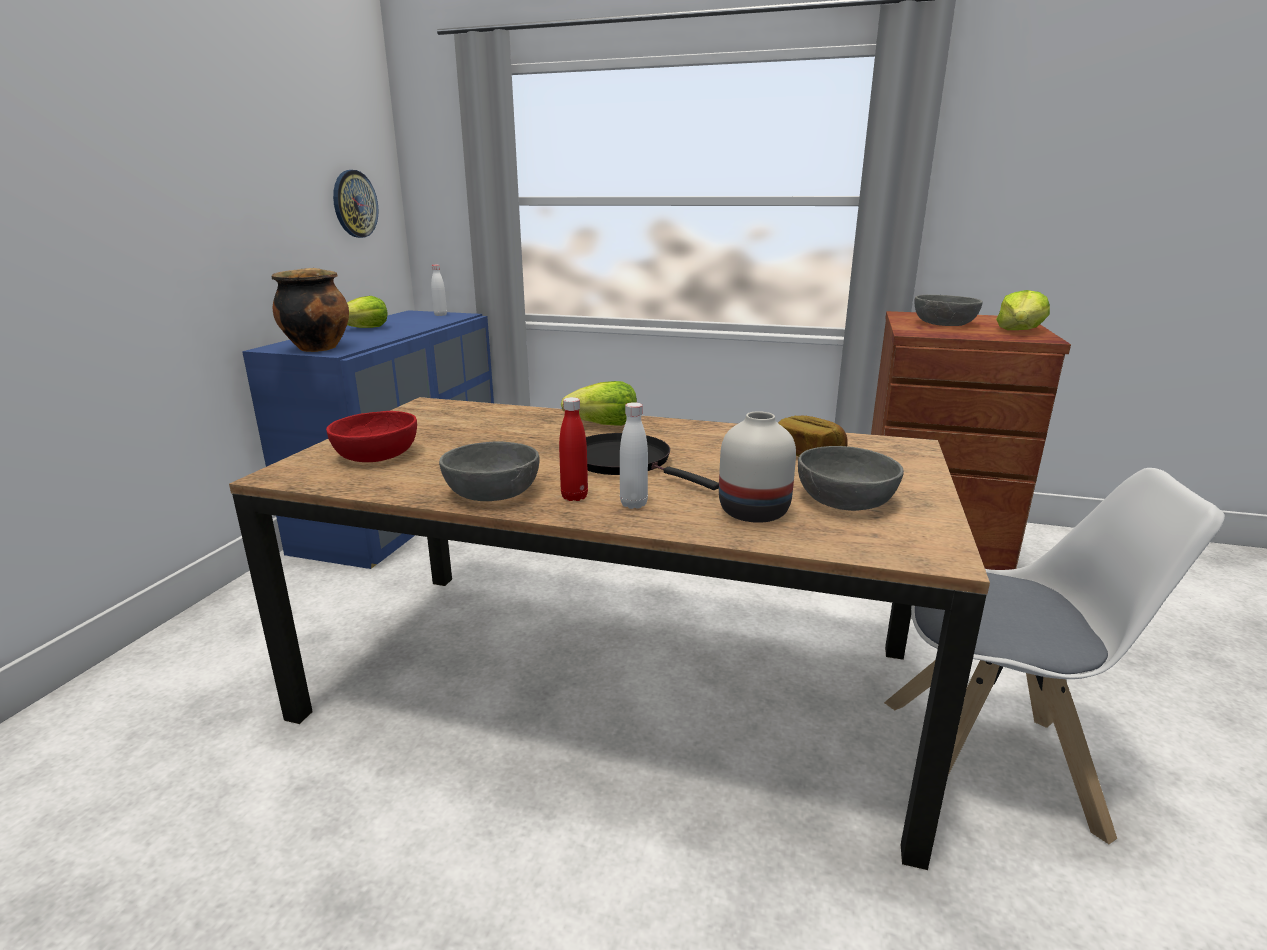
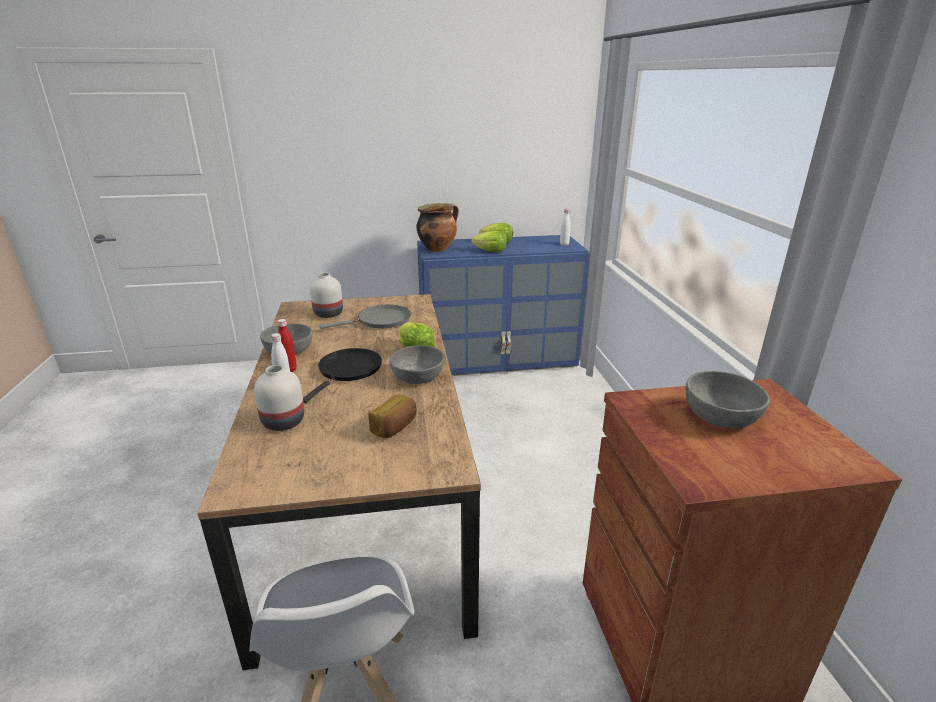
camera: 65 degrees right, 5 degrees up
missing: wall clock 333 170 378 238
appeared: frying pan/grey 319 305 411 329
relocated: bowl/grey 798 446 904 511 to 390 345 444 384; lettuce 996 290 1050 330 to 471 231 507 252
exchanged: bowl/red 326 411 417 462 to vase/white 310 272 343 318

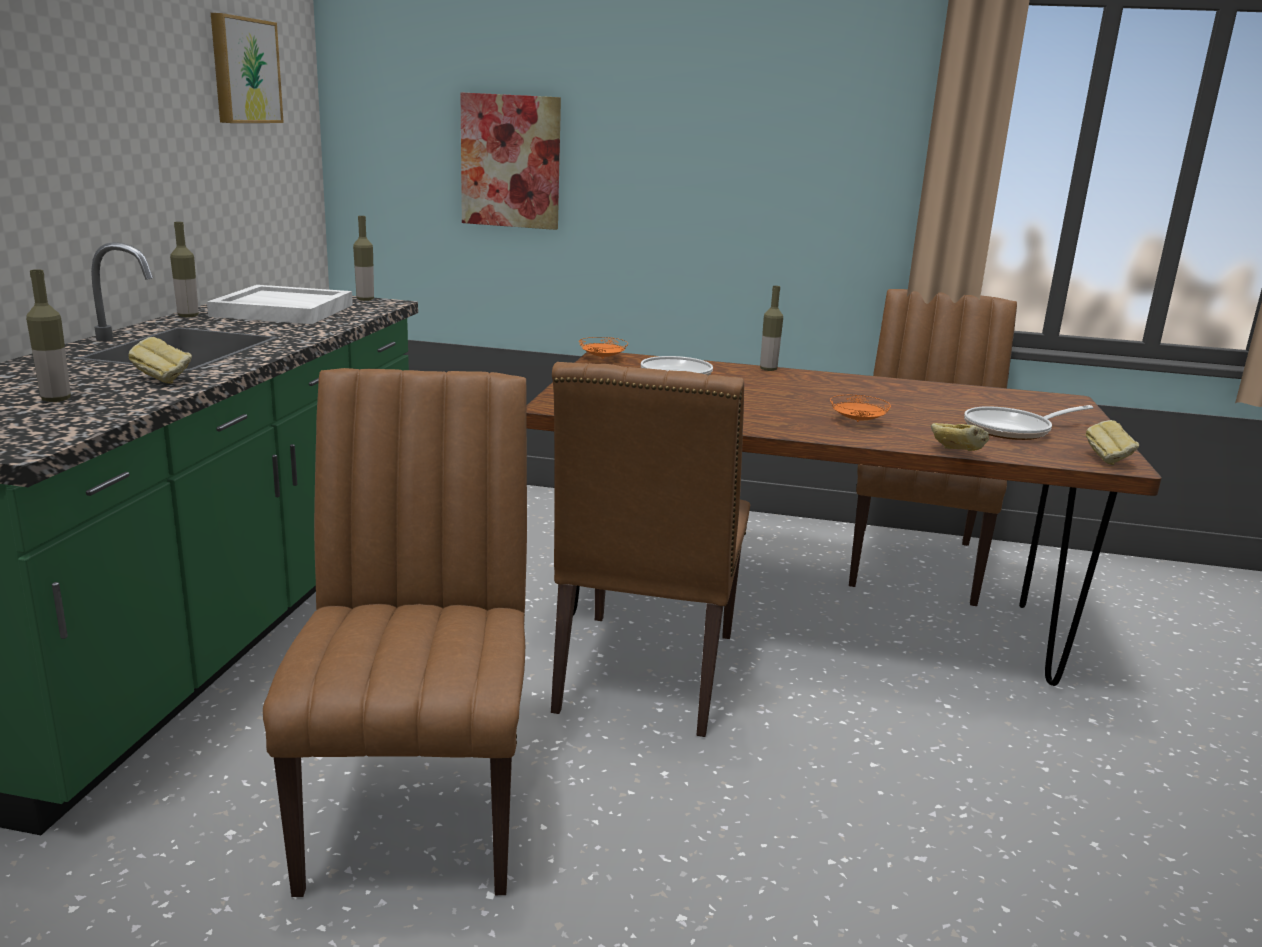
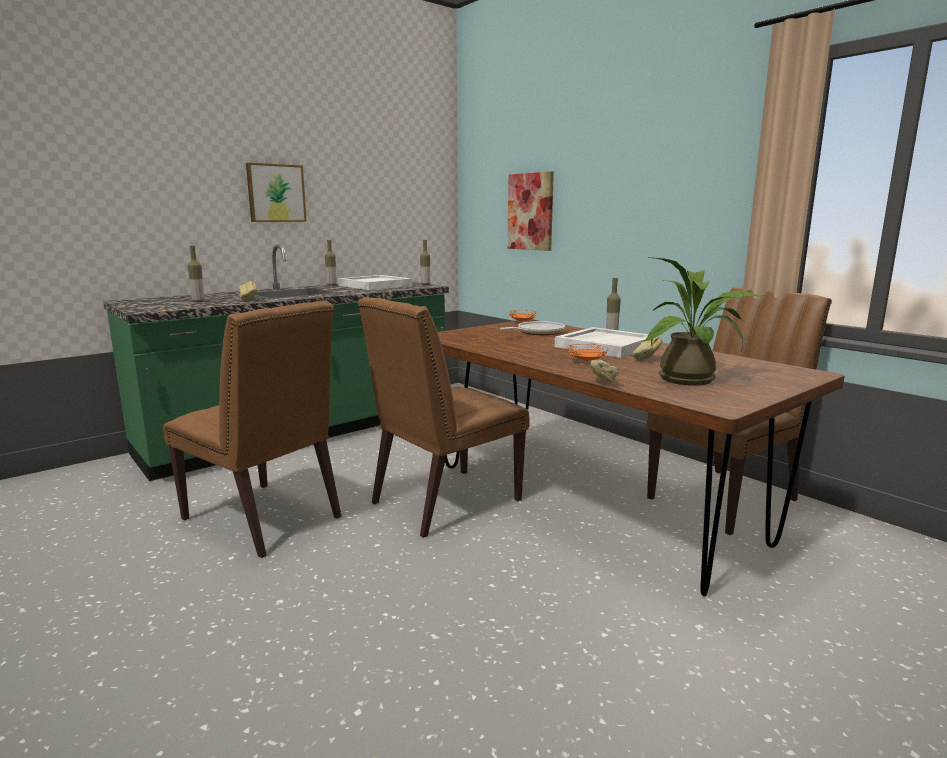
camera: 40 degrees right, 5 degrees down
appeared: tray/white 555 327 648 358
relocated: picture 211 13 284 123 to 246 163 307 222; bread 1086 420 1139 465 to 632 336 662 361
exchanged: frying pan 964 405 1093 440 to potted plant 642 257 769 386
spun: chair/brown 263 368 527 897 = 163 301 342 558 90 degrees clockwise

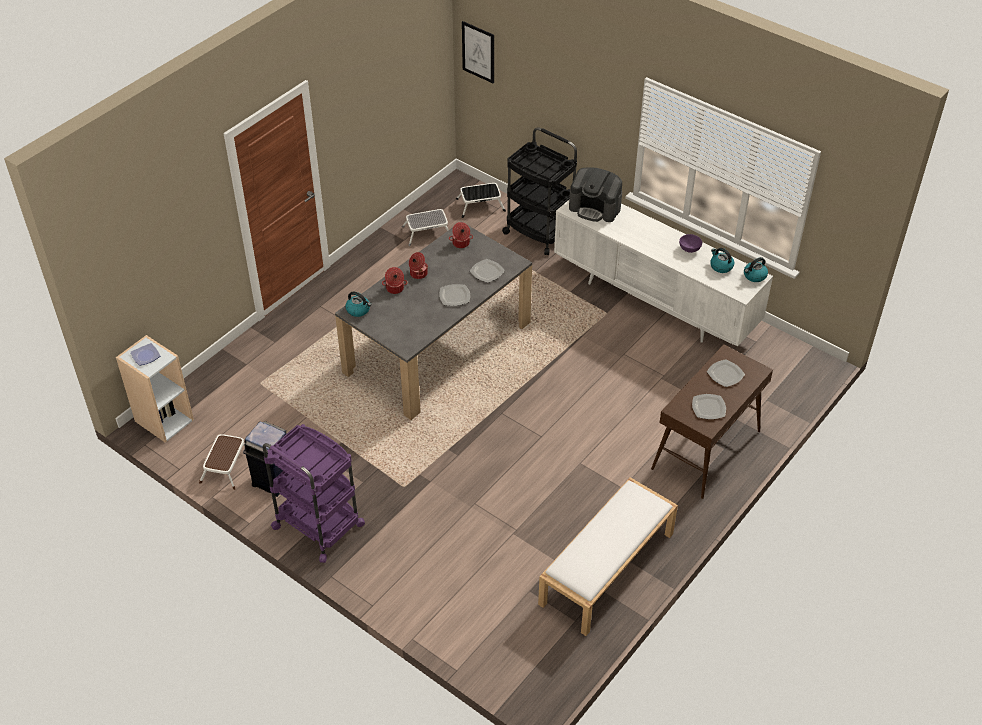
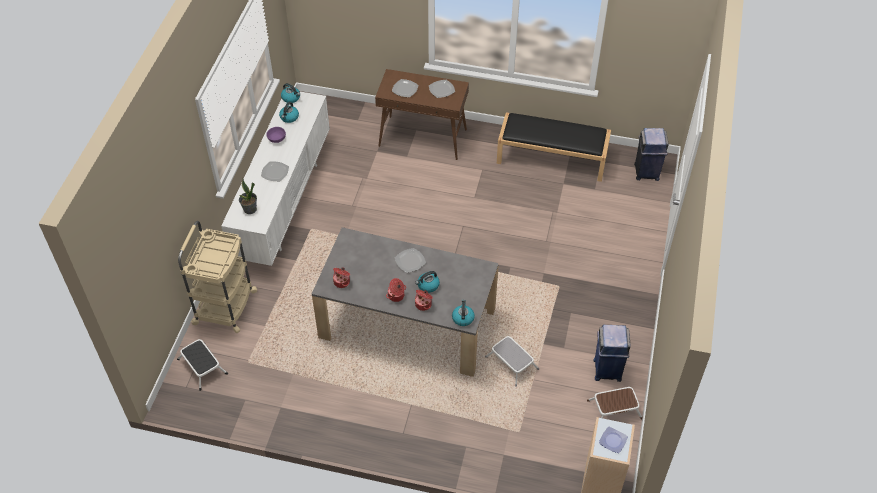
camera: 115 degrees left, 5 degrees up
missing: cart/purple 263 424 365 563; picture 462 21 494 83
appeared: kettle 415 271 440 293; trash can/blue 634 128 669 181
relocated: plate 470 259 505 283 to 261 161 289 181; step ladder/grey 402 209 449 246 to 485 336 539 387
exchanged: coffee machine 569 167 622 222 to potted plant 239 178 257 214
colour: cart/black 502 127 577 255 to cart/beige 178 221 257 333; bench/white 538 477 678 636 to bench/black 497 113 611 182

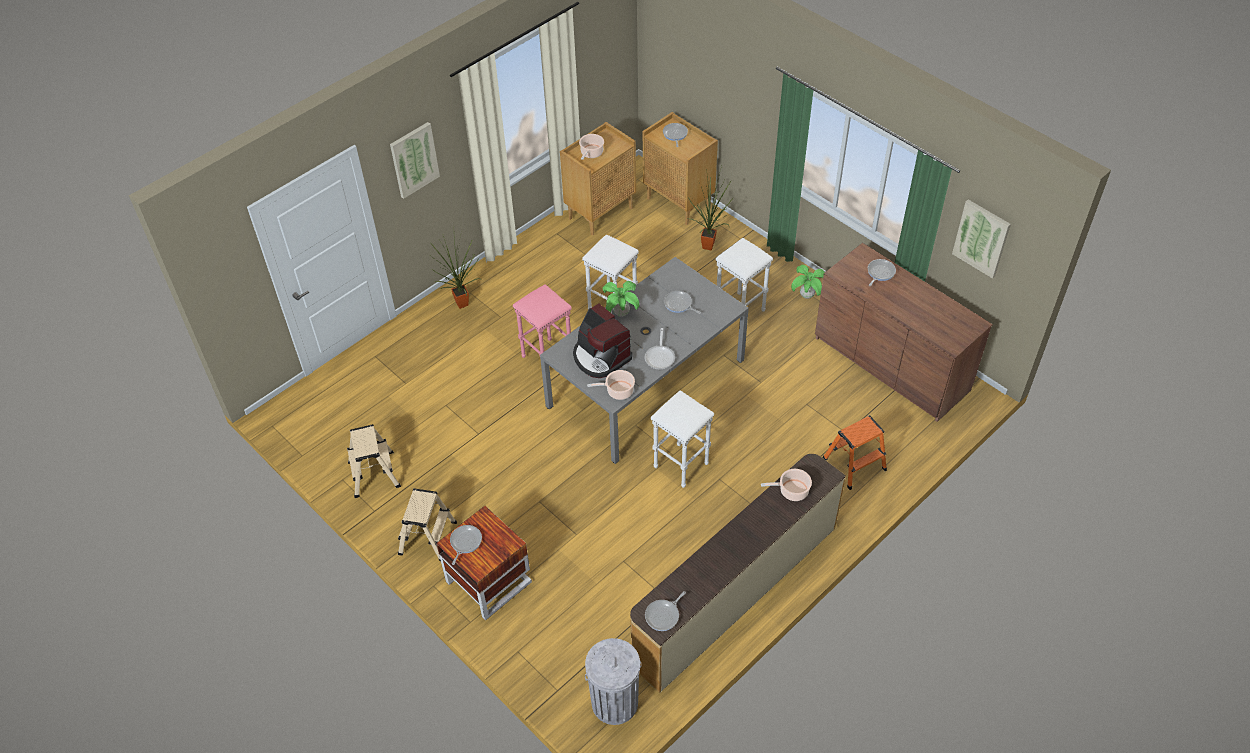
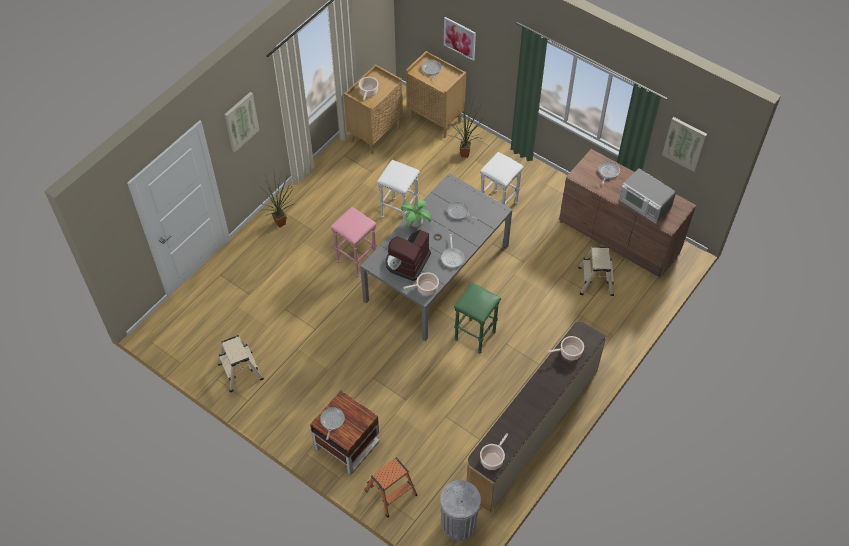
camera: 10 degrees left, 5 degrees up
missing: potted plant 791 265 825 299
appeared: picture 444 17 476 61; microwave 619 168 676 224
relocated: step ladder/orange 822 415 887 490 to 364 457 417 518; step ladder/beige 398 488 457 562 to 578 246 614 296
exchanged: frying pan 645 591 686 631 to cooking pot 480 433 509 470
colour: stool/white 651 391 714 488 to stool/green 454 283 501 354
spun: coffee machine 573 303 632 378 = 385 229 431 281 75 degrees clockwise

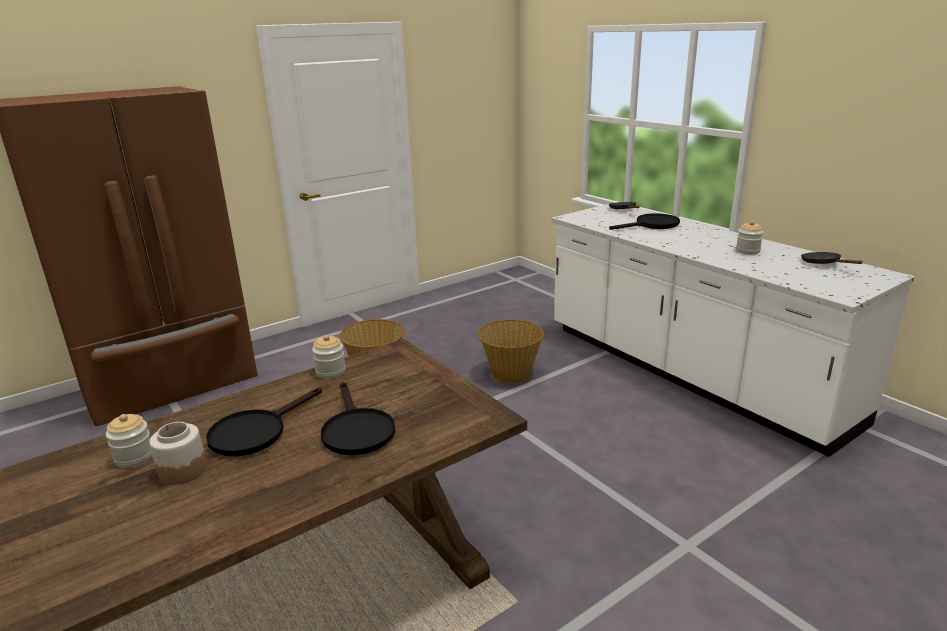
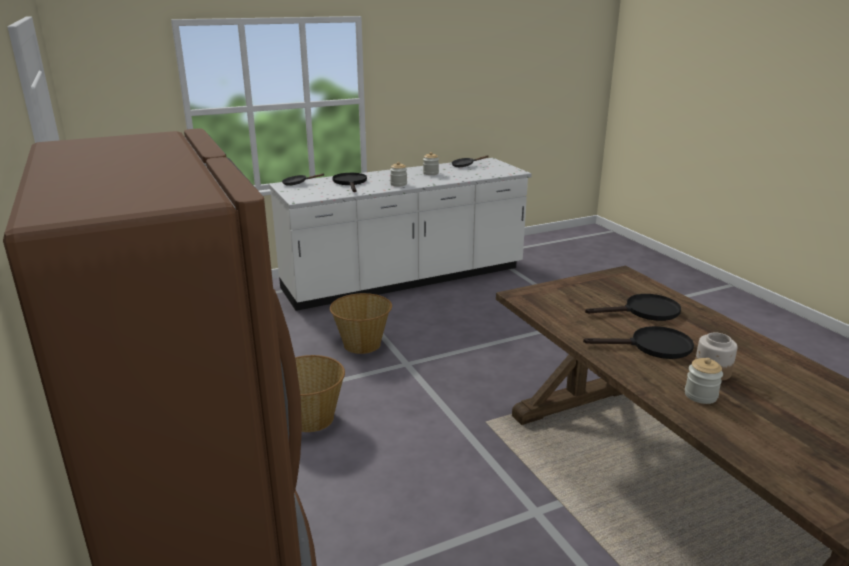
camera: 80 degrees left, 0 degrees up
relocated: jar 312 335 346 379 to 390 162 407 186
spun: frying pan/black 206 387 322 457 = 583 326 694 359 45 degrees counterclockwise

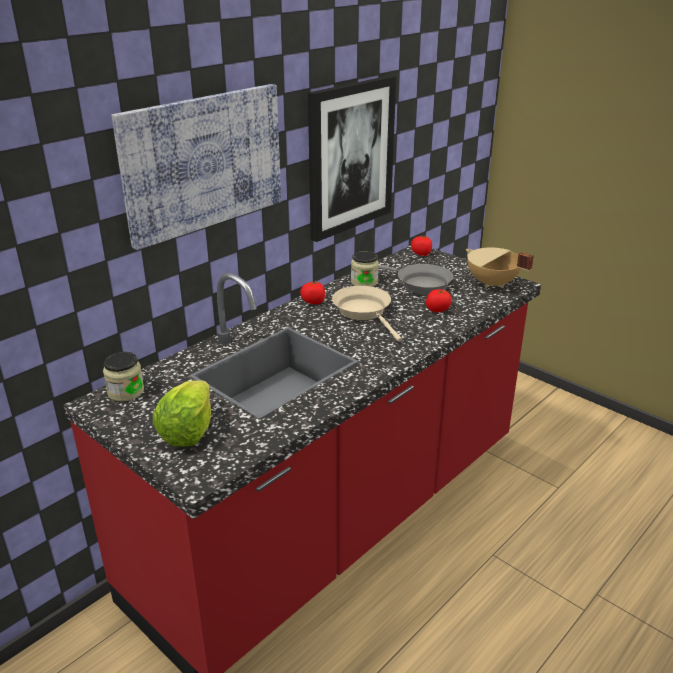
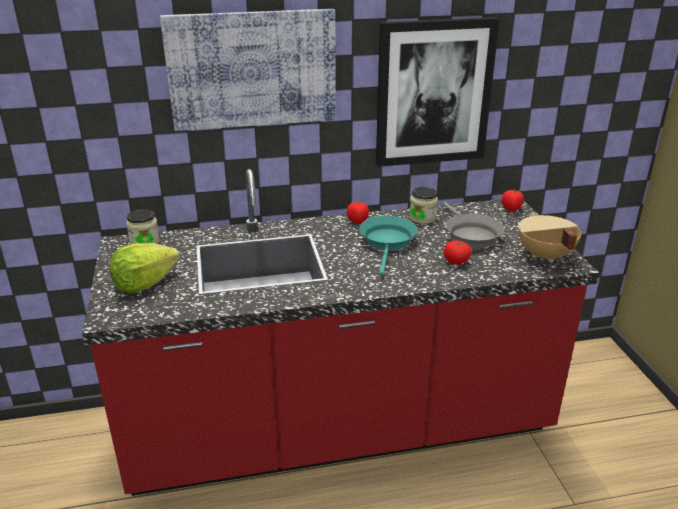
camera: 35 degrees right, 0 degrees up
colour: frying pan/beige 332 286 402 342 to frying pan/turquoise 359 216 418 276

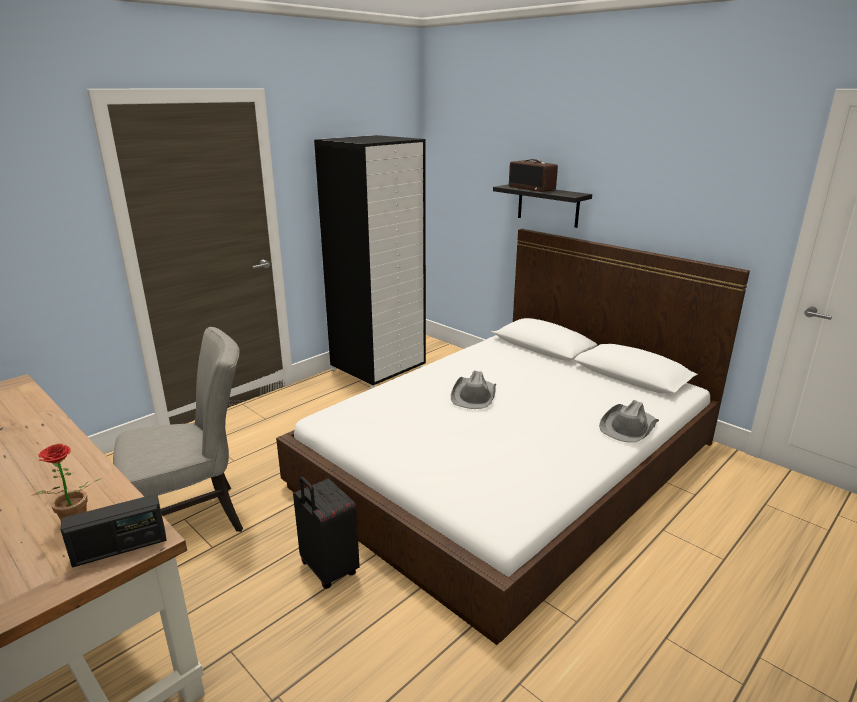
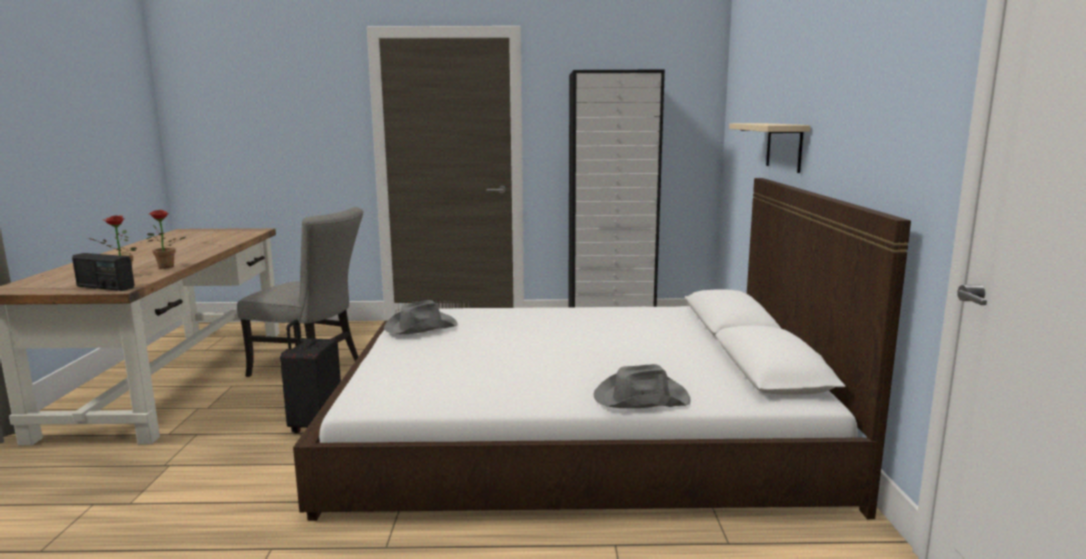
camera: 45 degrees right, 10 degrees down
missing: radio 509 159 558 192
appeared: potted plant 147 210 185 269
relocated: hat/grey 451 370 496 409 to 384 300 458 334
colour: shelf/black 493 184 592 228 to shelf/beige 729 123 811 173

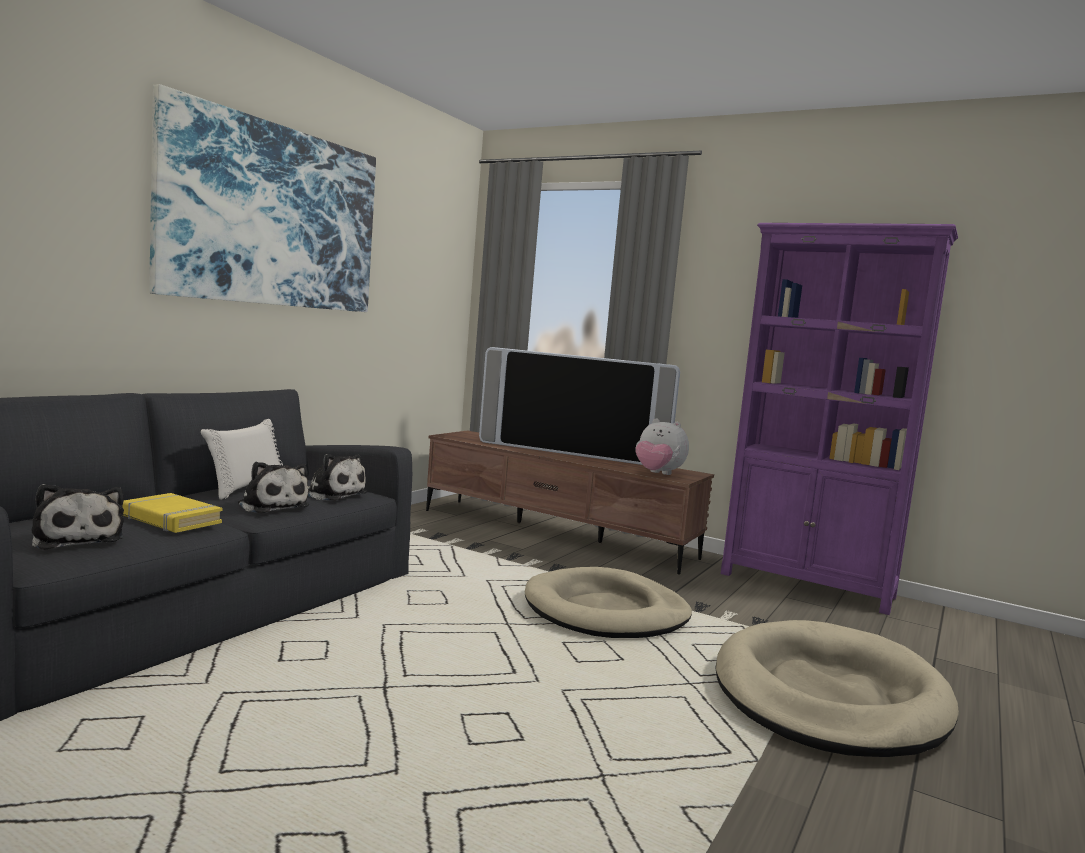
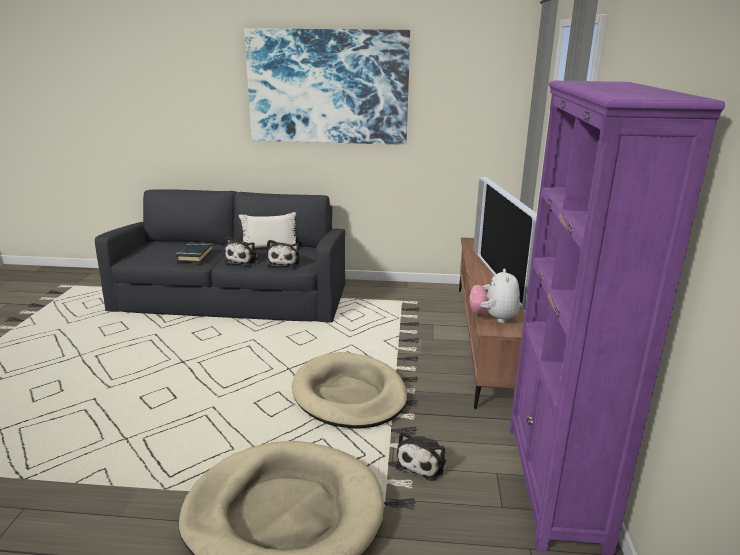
camera: 65 degrees right, 15 degrees up
relocated: plush toy 32 484 124 550 to 396 431 446 481
colour: book/yellow 123 493 222 533 to book/black 175 242 213 263

